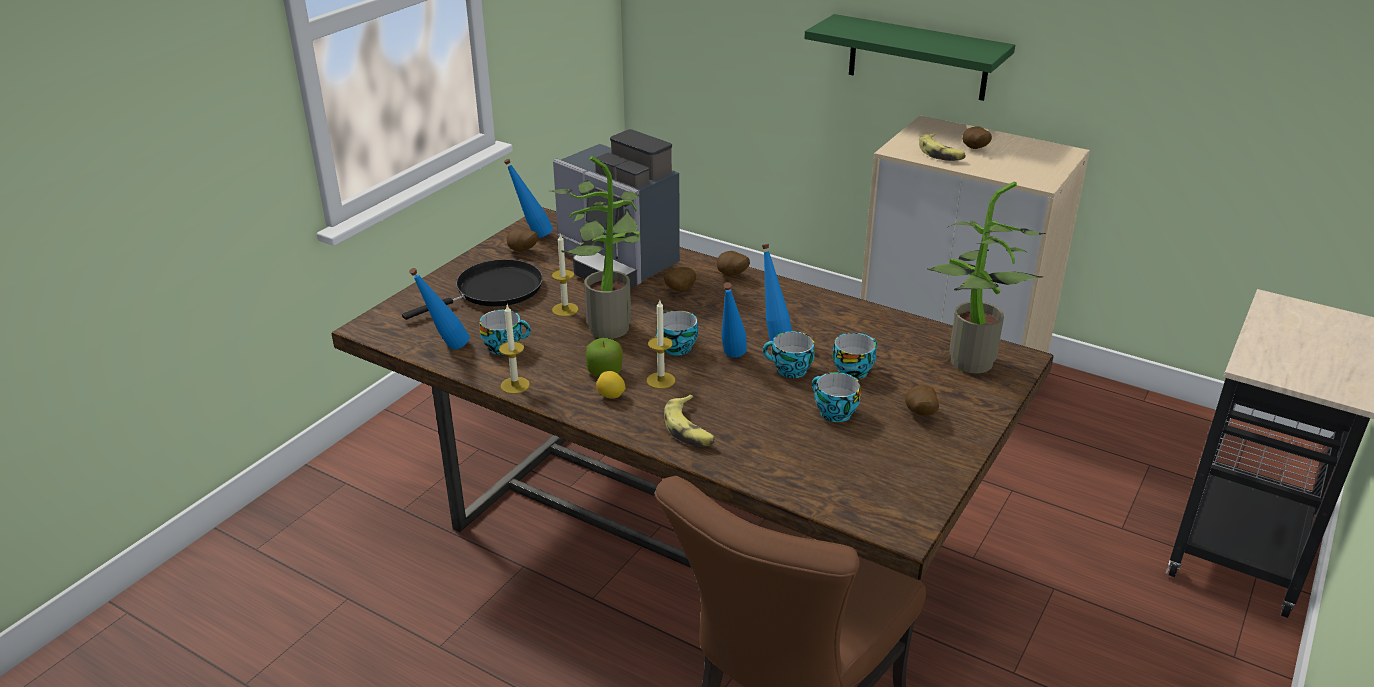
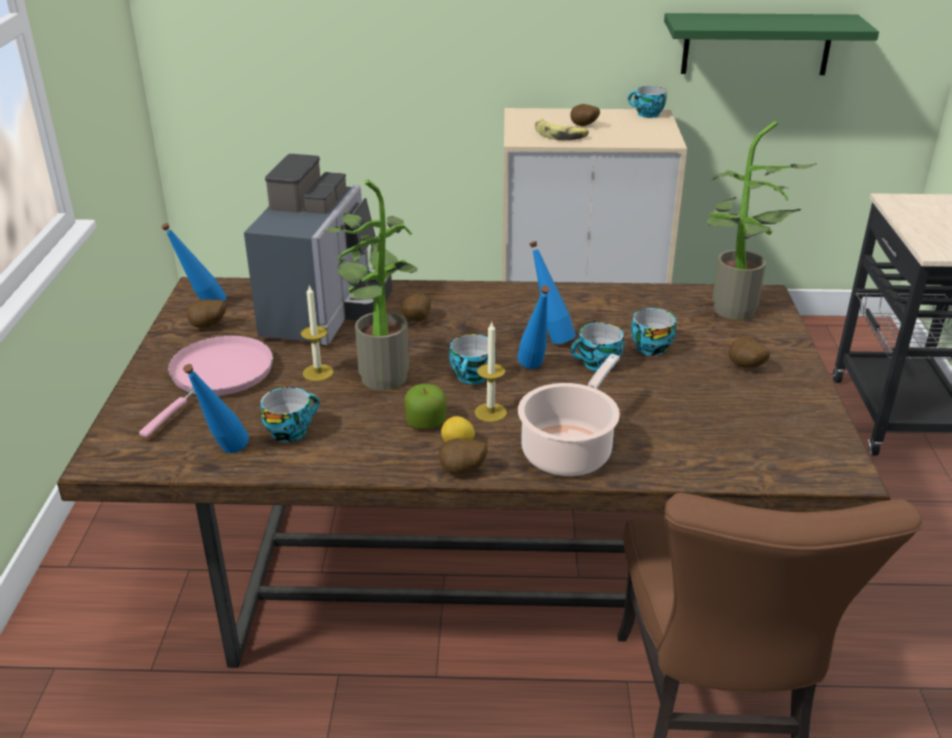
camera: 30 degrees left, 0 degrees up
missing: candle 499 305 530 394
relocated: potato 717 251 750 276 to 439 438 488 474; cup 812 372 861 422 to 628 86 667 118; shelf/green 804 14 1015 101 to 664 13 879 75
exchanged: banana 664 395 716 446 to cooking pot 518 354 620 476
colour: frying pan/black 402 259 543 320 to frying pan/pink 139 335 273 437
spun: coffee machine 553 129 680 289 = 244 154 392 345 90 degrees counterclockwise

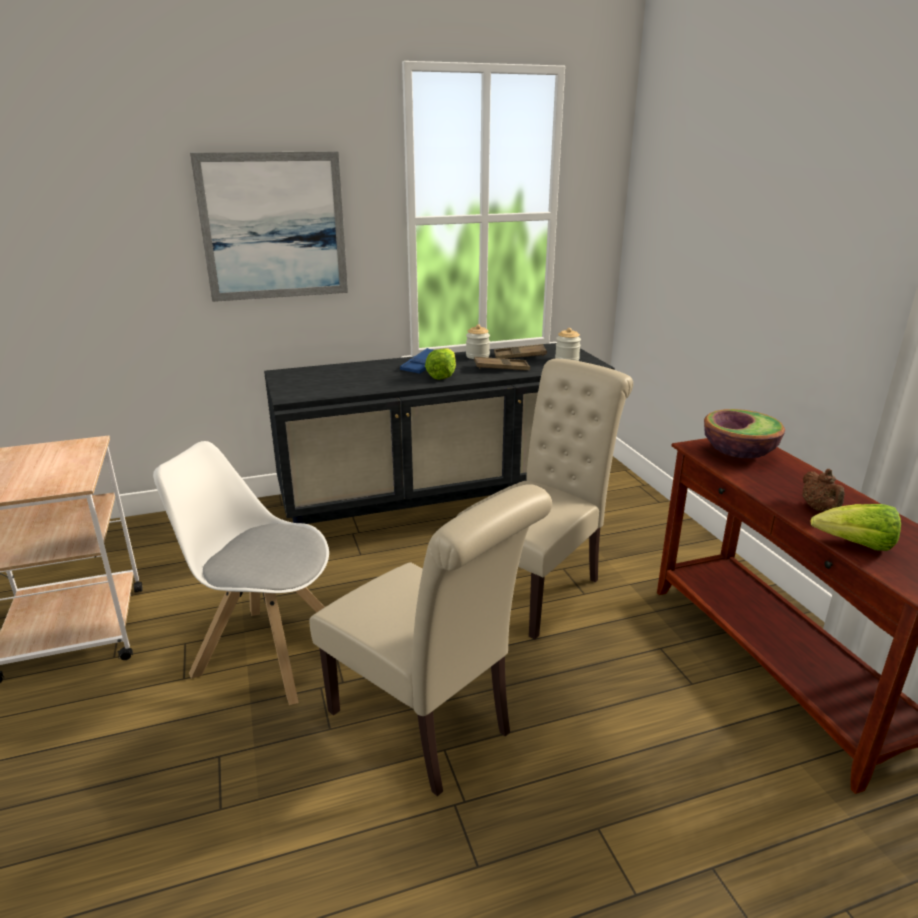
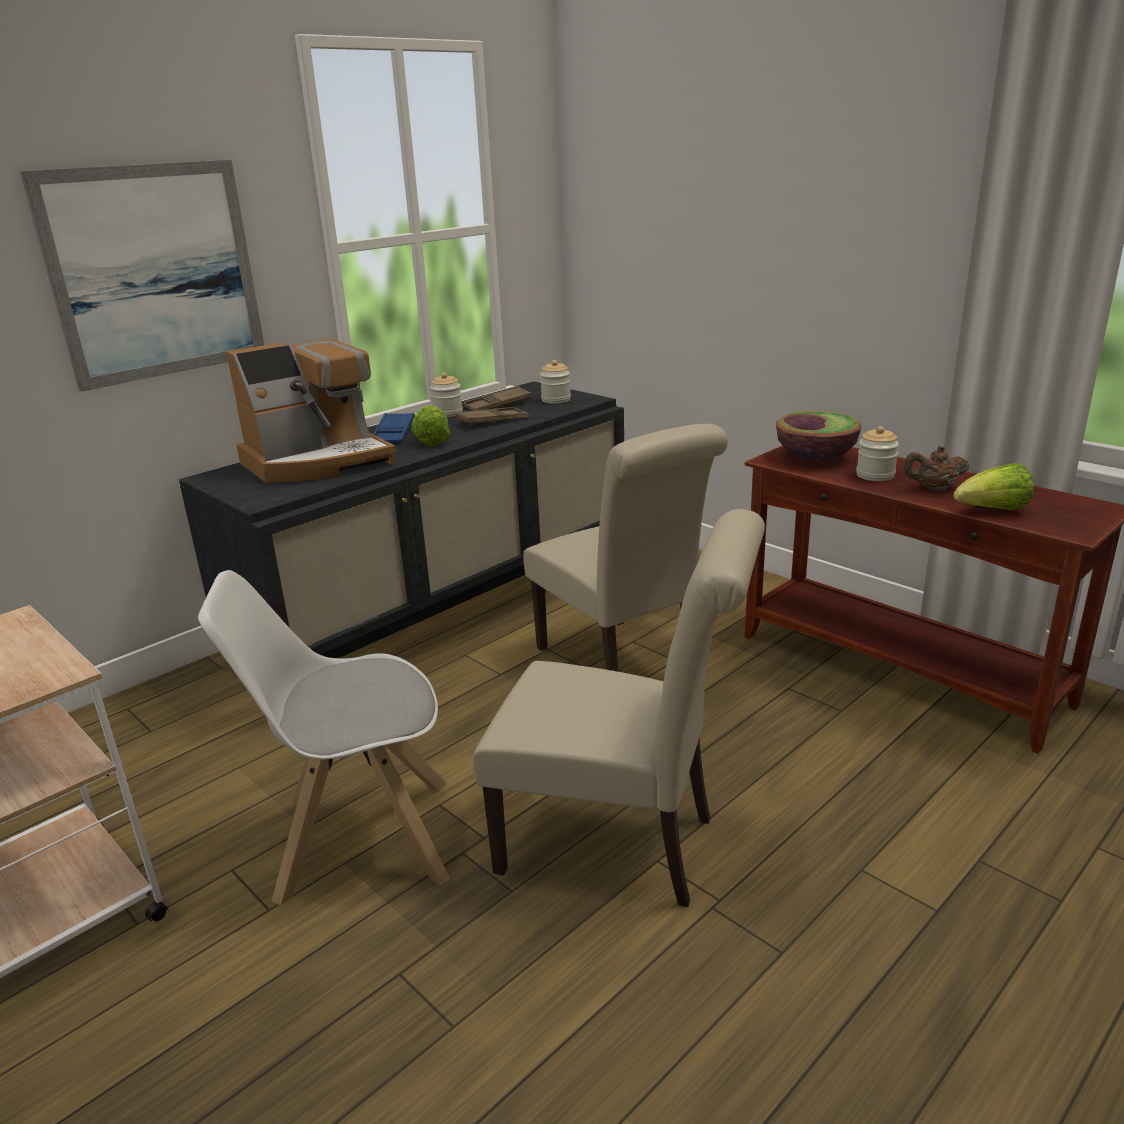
camera: 25 degrees left, 0 degrees up
appeared: coffee machine 226 339 396 483; jar 856 426 899 481
spun: chair/beige 456 359 633 639 = 523 424 728 672 135 degrees clockwise; teapot/brown 802 469 845 511 = 903 446 969 491 120 degrees clockwise

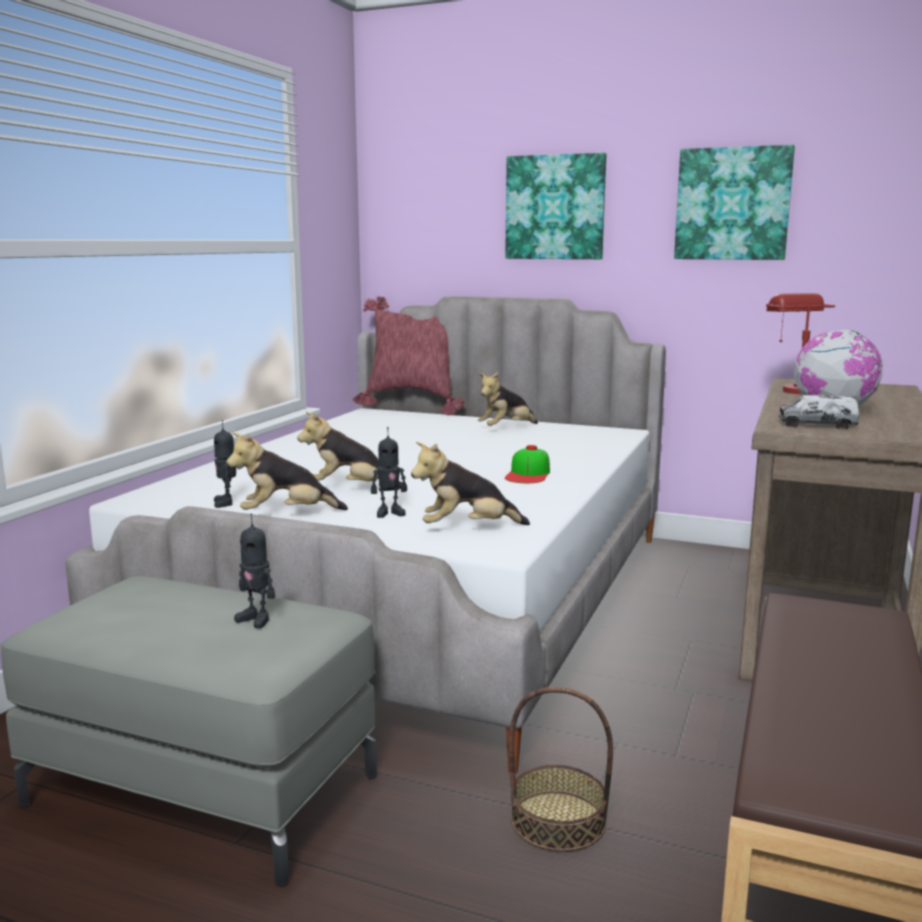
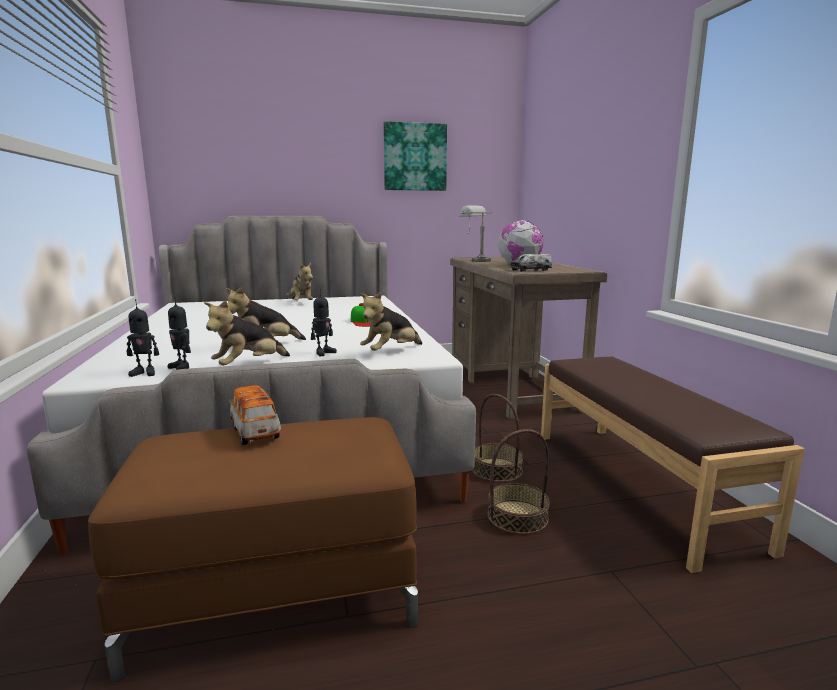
camera: 35 degrees left, 0 degrees up
missing: pillow/red 353 296 465 416; picture 505 153 606 259
appeared: toy car 228 385 281 445; basket 472 394 524 482
relocated: toy robot 234 513 275 628 to 126 299 159 377
colour: ottoman/grey 1 576 377 886 to ottoman/brown 88 417 418 682; table lamp/red 766 293 835 394 to table lamp/grey 459 205 492 262
spun: plush toy 478 372 538 426 = 286 263 313 300 45 degrees counterclockwise

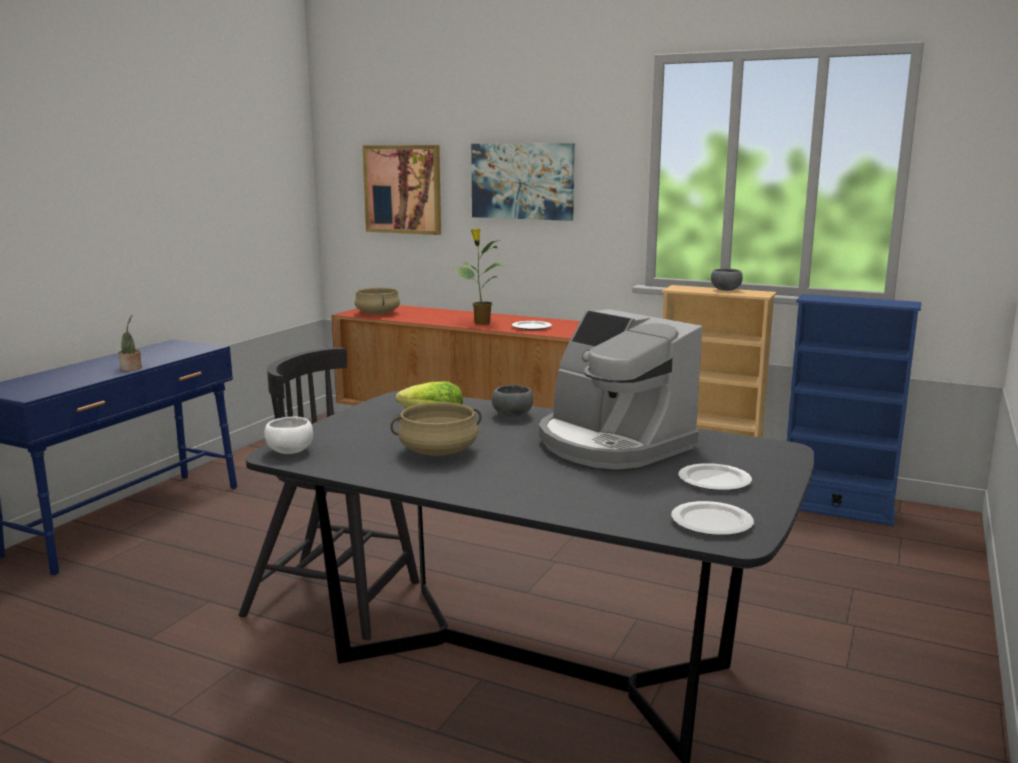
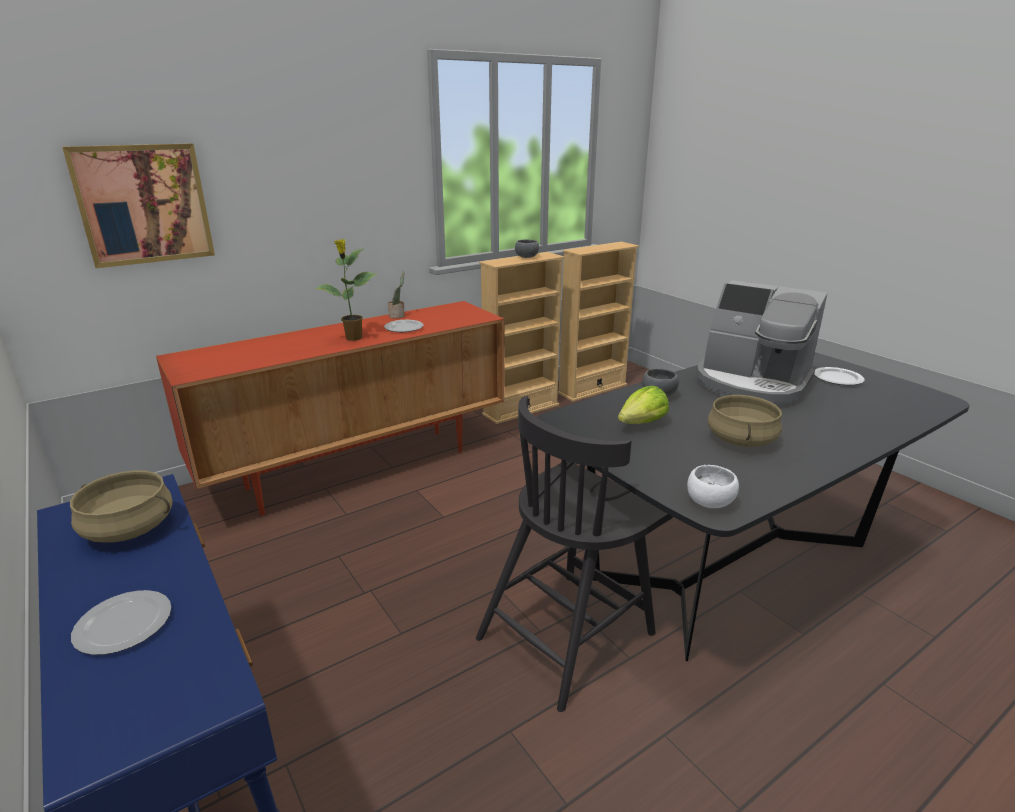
camera: 60 degrees left, 10 degrees up
missing: picture 471 143 575 221
relocated: cooking pot/beige 355 288 400 314 to 70 470 173 543; plate 671 501 754 536 to 71 590 171 655; potted plant 118 315 142 371 to 388 271 405 319
colour: bookcase/blue 787 294 922 526 to bookcase/beige 558 242 639 402
spun: coffee machine 539 309 702 470 = 696 280 827 406 45 degrees clockwise

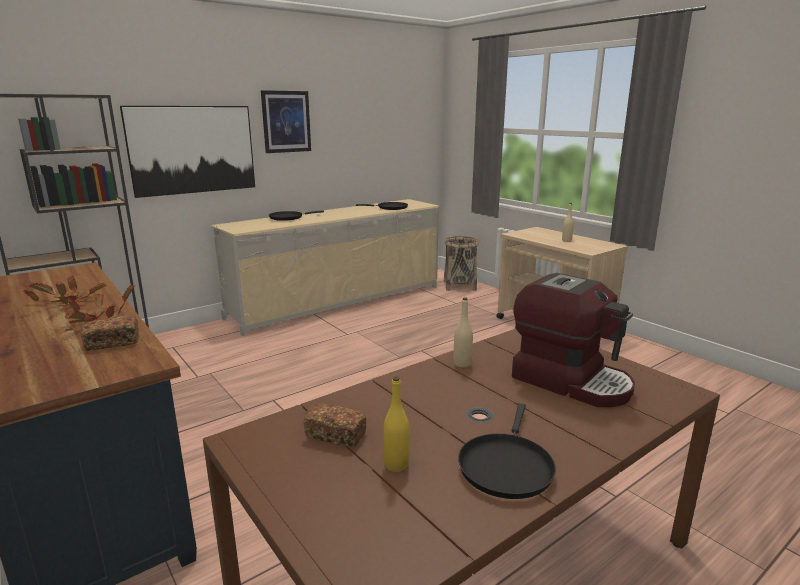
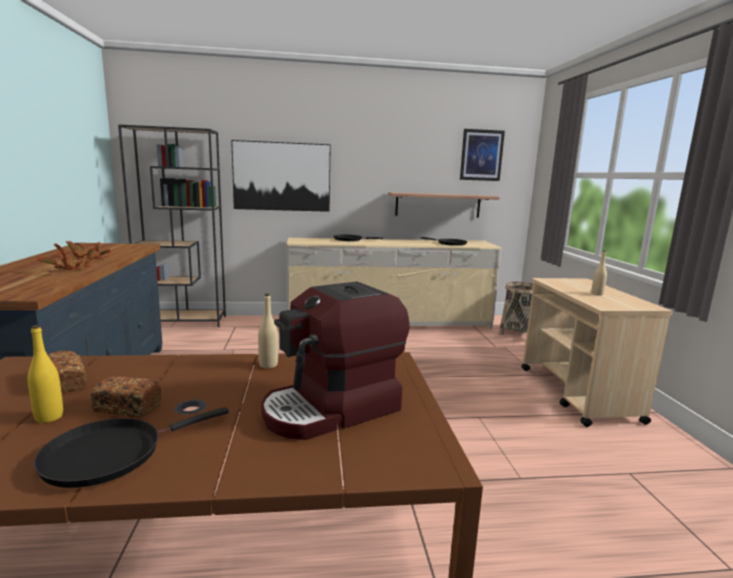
camera: 30 degrees right, 5 degrees down
appeared: shelf 388 192 500 218
relocated: bread 81 315 139 351 to 90 376 162 417; picture 261 90 311 153 to 460 129 505 181
spun: coffee machine 512 273 635 407 = 261 281 410 440 75 degrees clockwise

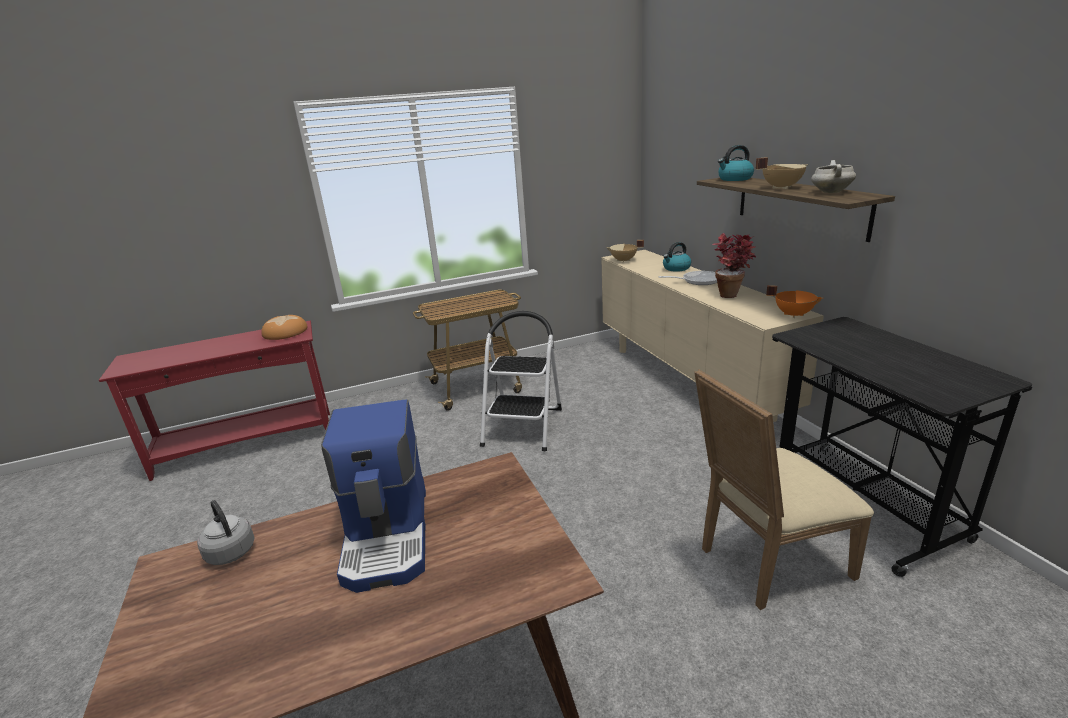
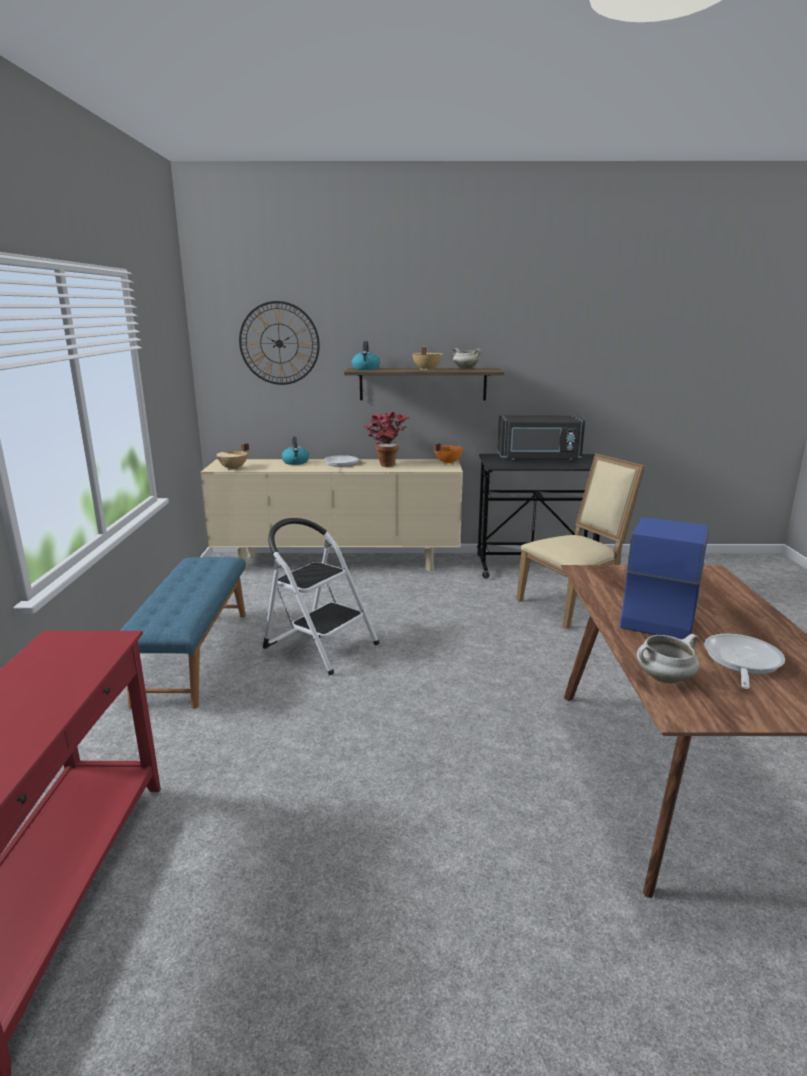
camera: 70 degrees left, 5 degrees down
missing: bread 261 315 308 340
appeared: wall clock 239 301 320 385; microwave/black 498 415 585 460; frying pan 704 634 785 689
exchanged: cart 413 290 522 411 to bench/blue 120 557 246 709; kettle/grey 197 500 255 565 to cooking pot/white 637 634 699 683
spun: chair/beige 694 369 874 610 = 516 453 645 629 120 degrees counterclockwise; coffee machine 321 399 426 593 = 620 517 709 639 75 degrees counterclockwise

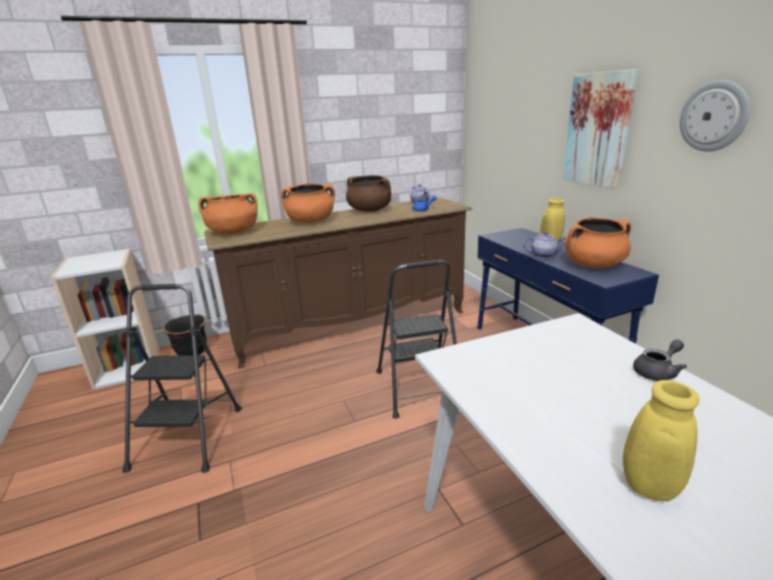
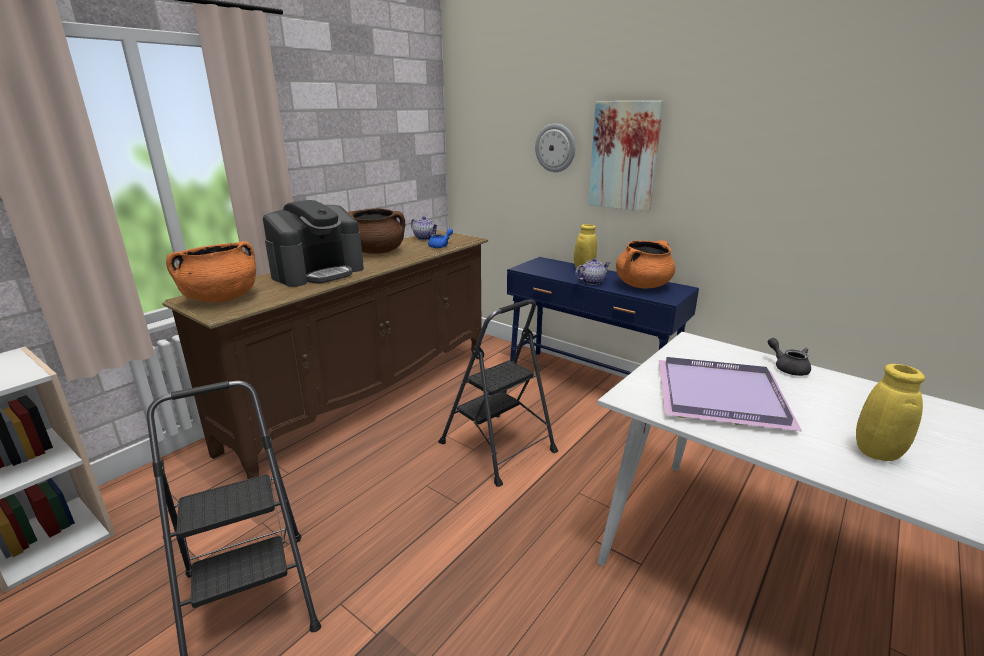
camera: 30 degrees left, 0 degrees up
missing: planter/black 162 314 207 356
appeared: tray/purple 659 357 802 431
relocated: wall clock 680 80 750 152 to 535 123 575 172
exchanged: cooking pot/orange 281 184 335 223 to coffee machine 263 200 364 287
spun: teapot/grey 633 339 687 381 = 768 338 811 376 60 degrees counterclockwise

